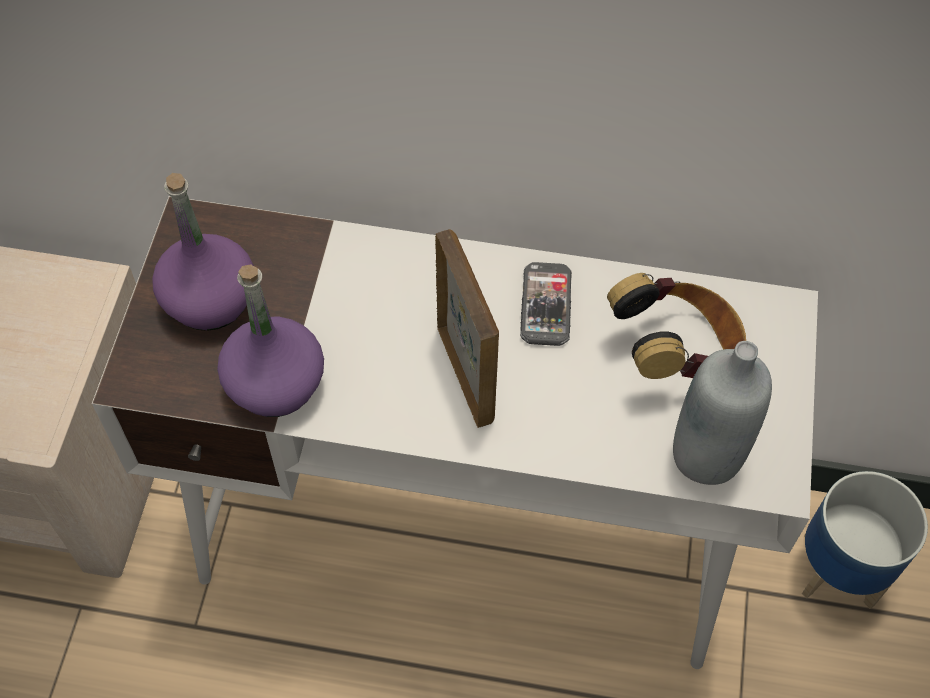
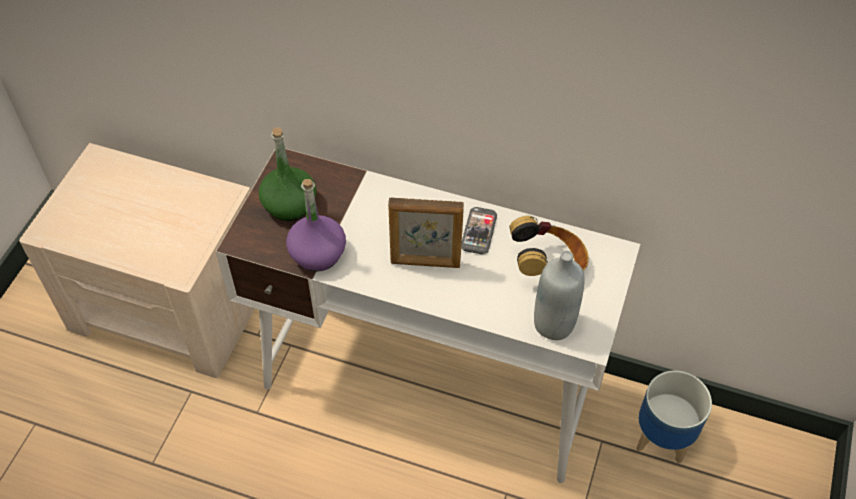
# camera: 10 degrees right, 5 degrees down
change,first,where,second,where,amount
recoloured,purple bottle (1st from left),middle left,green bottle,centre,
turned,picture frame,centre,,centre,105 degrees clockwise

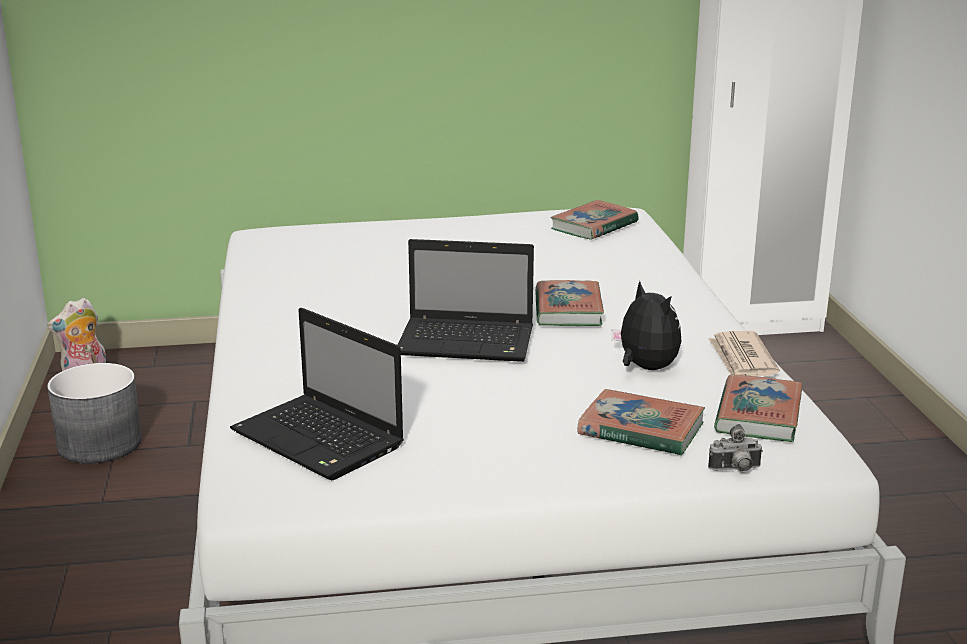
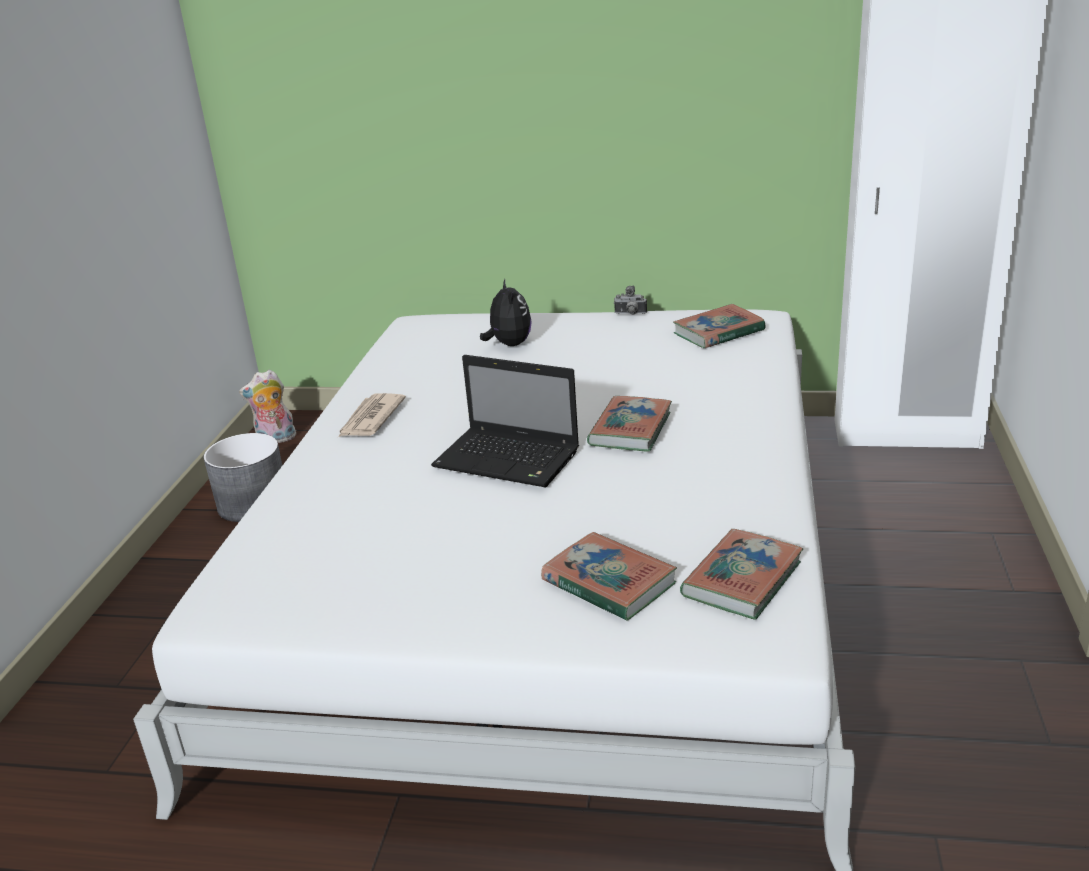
# camera: 20 degrees right, 5 degrees up
change,first,where,second,where,amount
moved,plush toy (2nd from left),middle right,,centre,
removed,laptop (1st from left),middle left,,,
moved,newspaper,middle right,,centre,
moved,photo camera,bottom right,,centre,

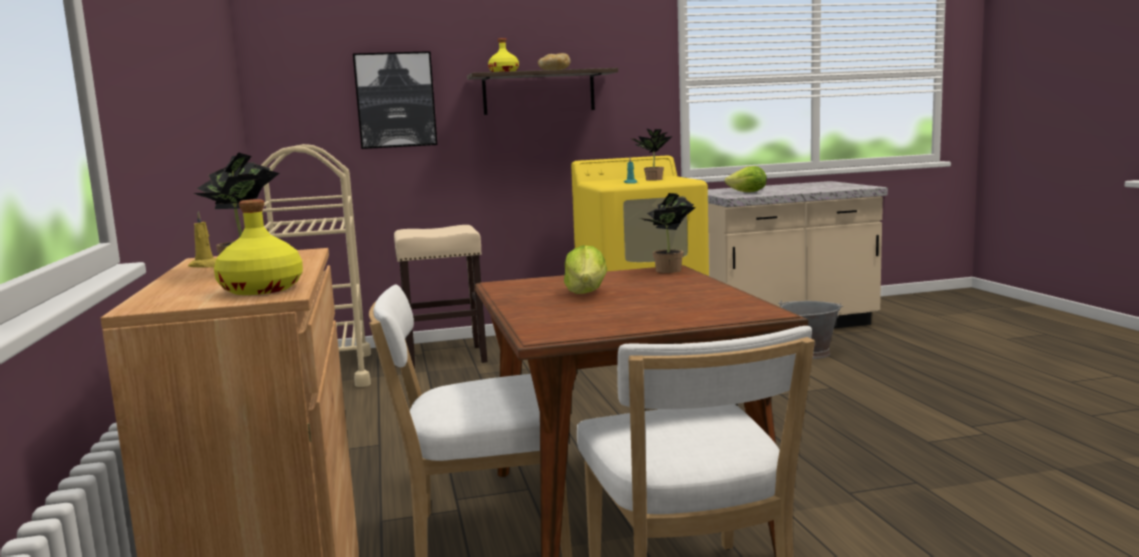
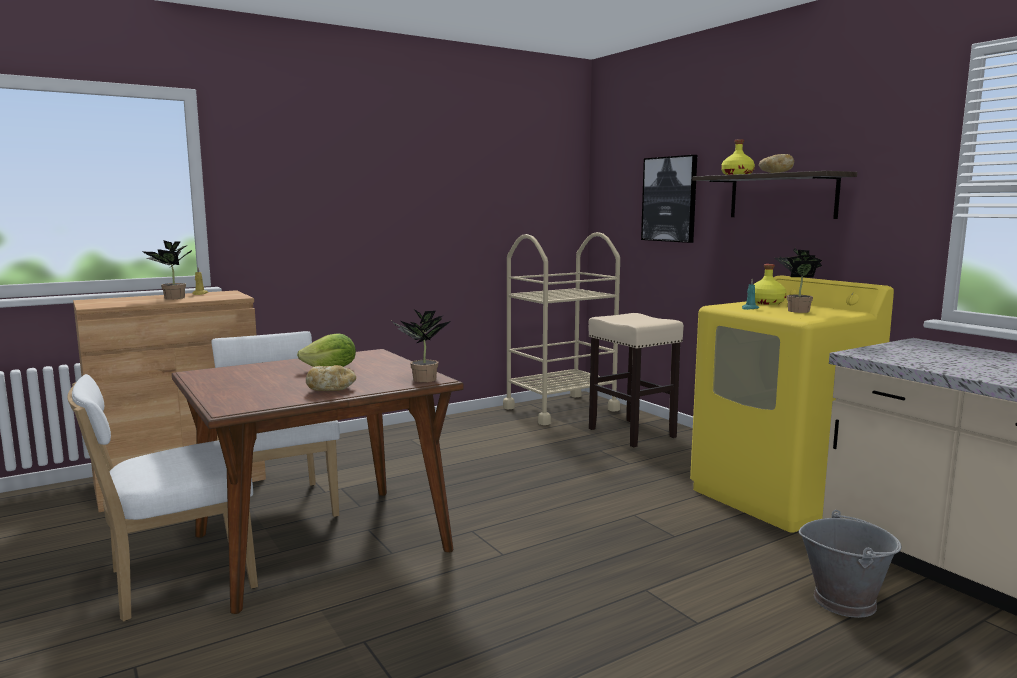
# camera: 70 degrees right, 0 degrees up
change,first,where,second,where,amount
removed,lettuce (2nd from left),top centre,,,
moved,yellow bottle (1st from left in the first image),middle left,yellow bottle (2nd from left),middle right,
added,,,bread (1st from left),middle left,

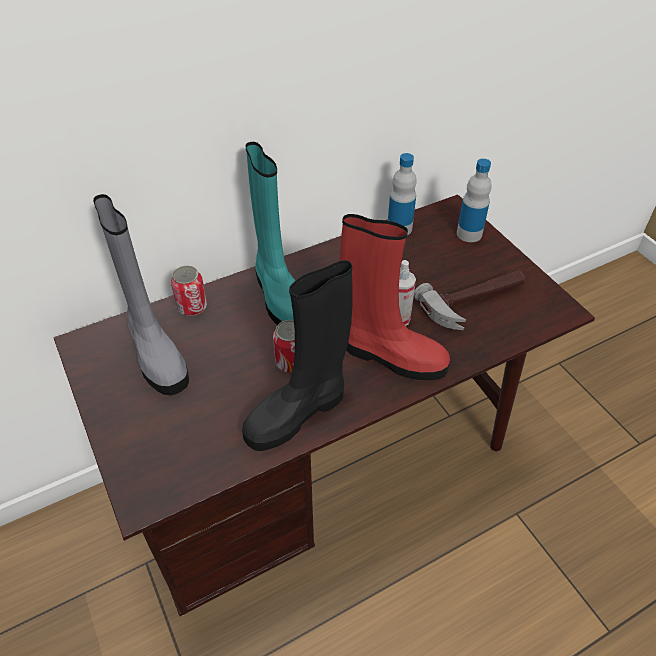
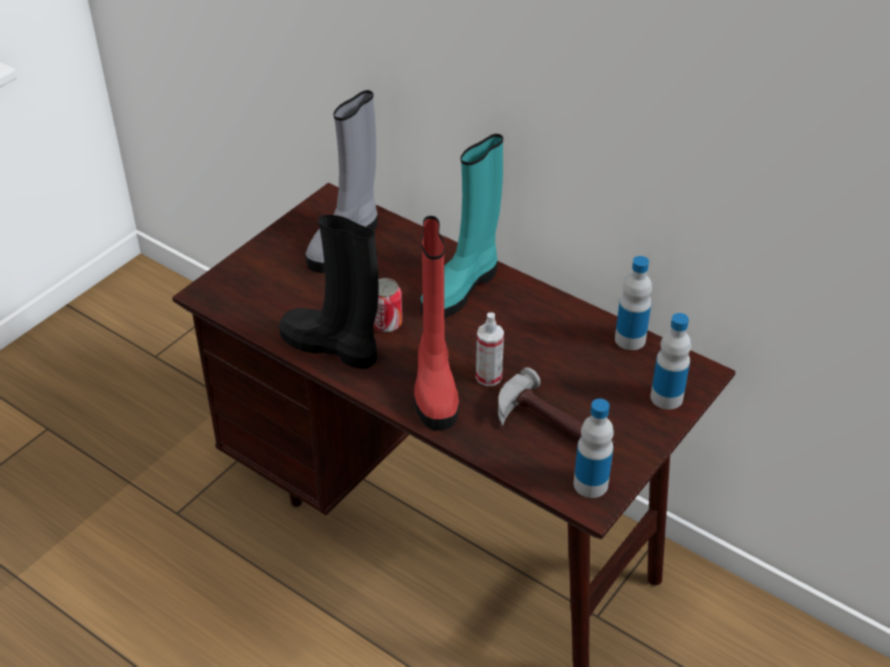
# camera: 65 degrees right, 5 degrees down
change,first,where,second,where,amount
removed,can (1st from left),middle left,,,
added,,,bottle (1st from left),bottom centre,

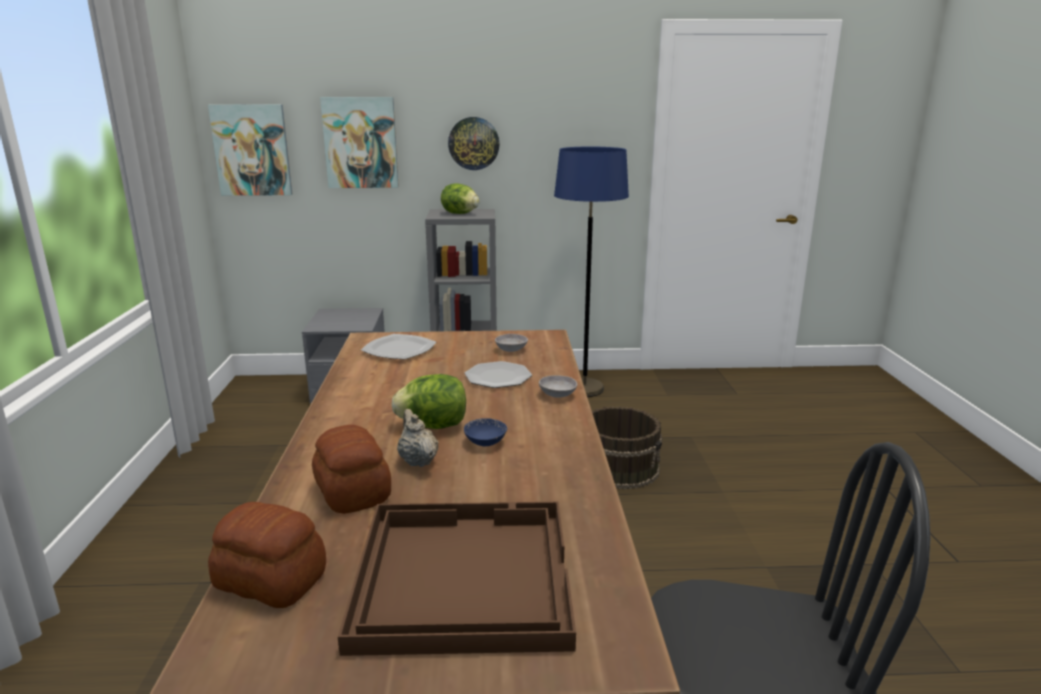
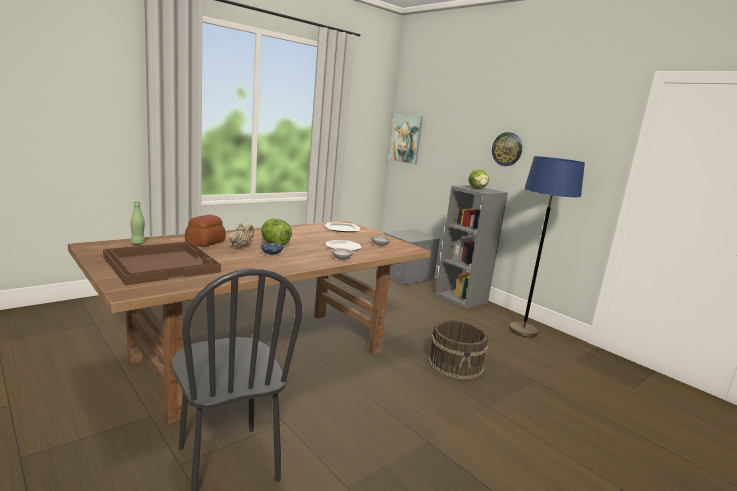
# camera: 50 degrees right, 5 degrees down
change,first,where,second,where,amount
removed,picture (2nd from left),top centre,,,
replaced,bread (1st from left),bottom left,green bottle,middle left,

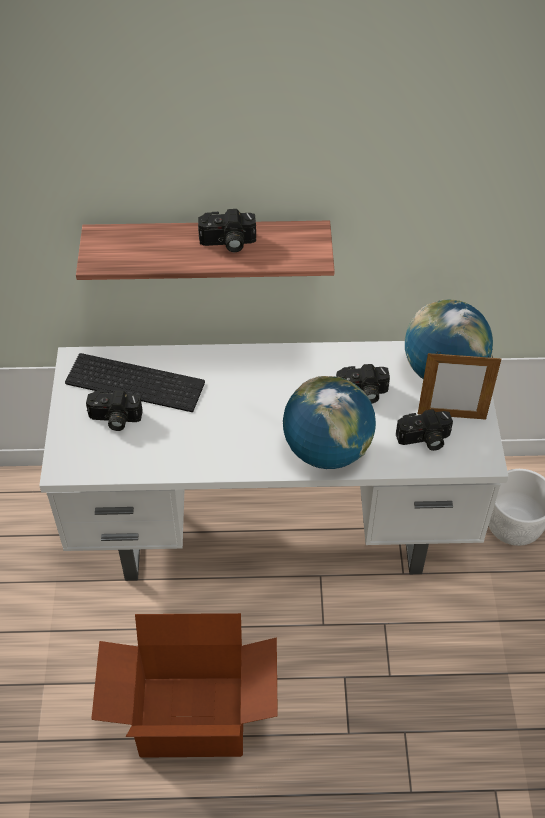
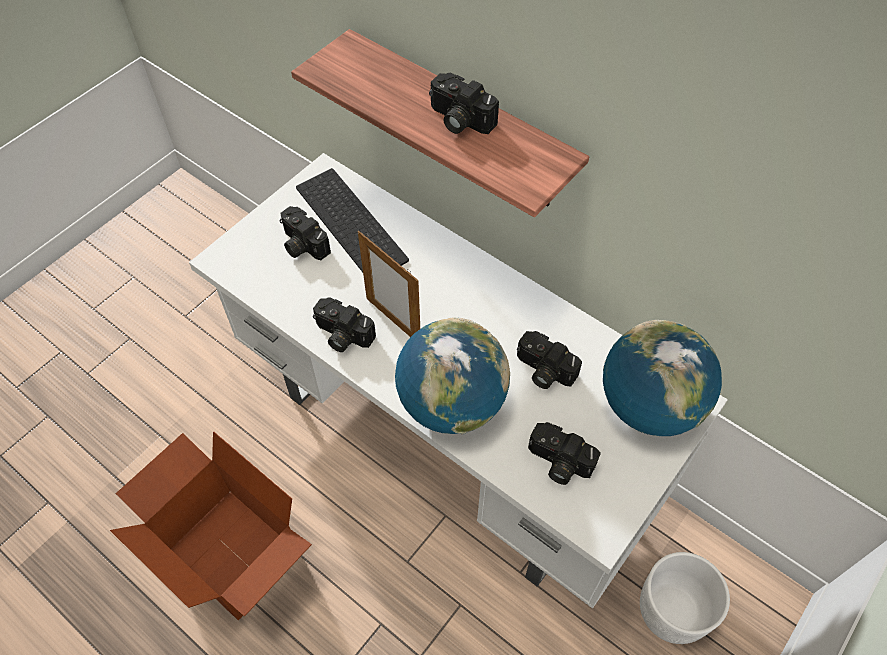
# camera: 40 degrees right, 5 degrees up
change,first,where,second,where,amount
moved,picture frame,middle right,,centre,
added,,,photo camera (2nd from left),centre,

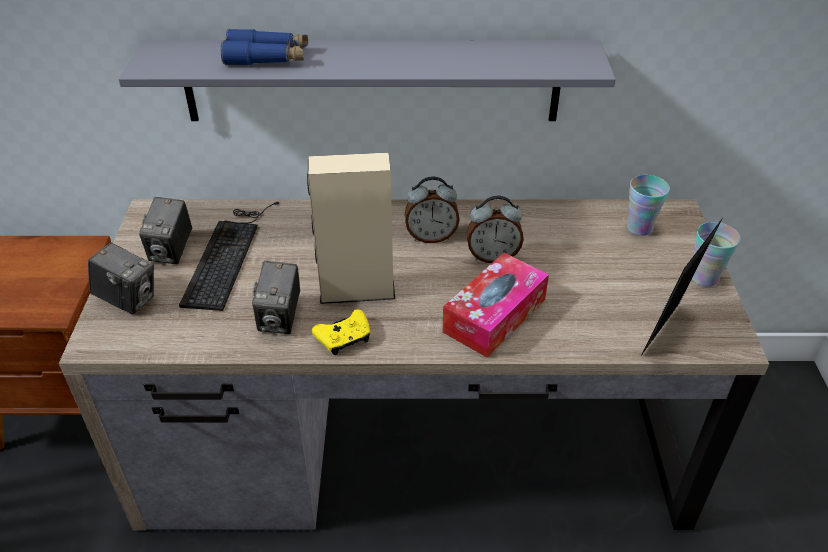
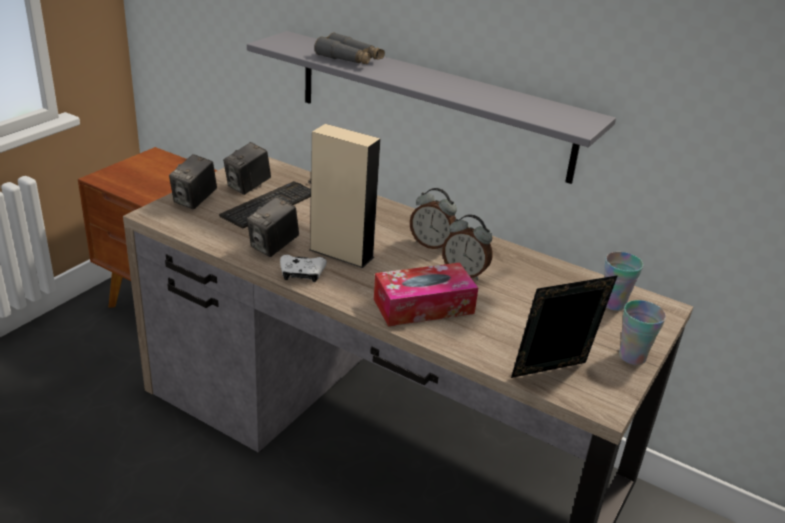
# camera: 30 degrees right, 10 degrees down
change,first,where,second,where,amount
recoloured,blue binoculars,top left,grey binoculars,top centre,
turned,photo camera (1st from left),middle left,,middle left,60 degrees clockwise
recoloured,yellow game controller,centre,white game controller,centre,

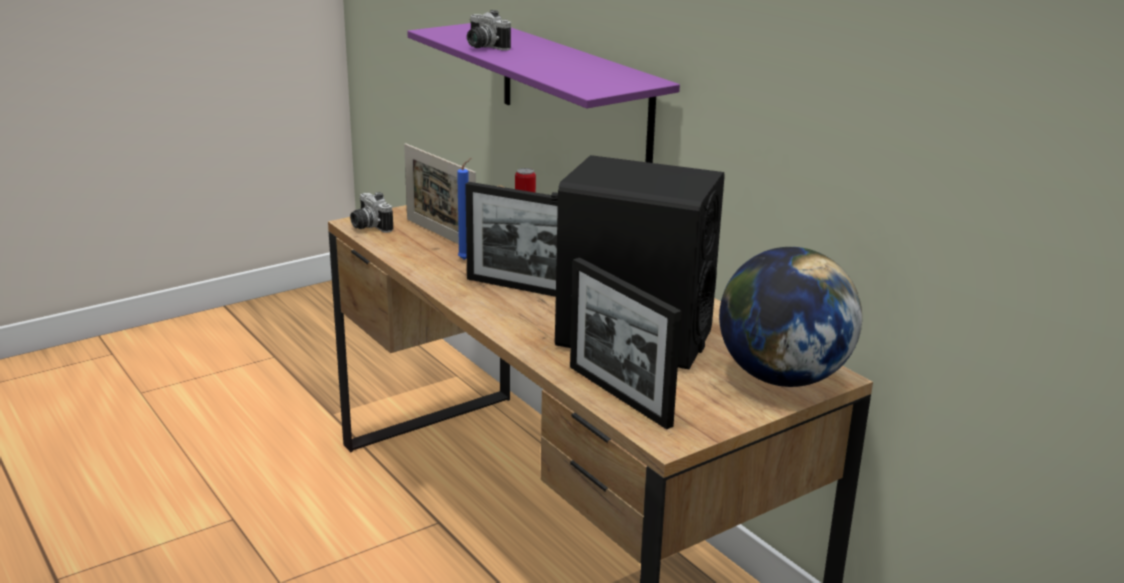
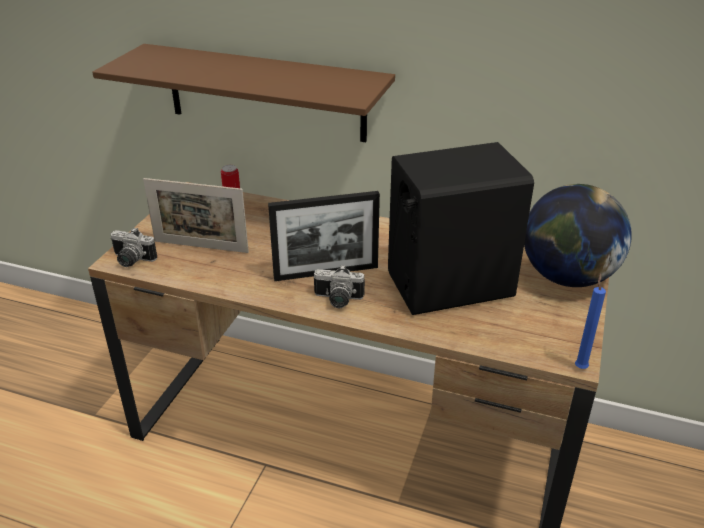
# camera: 35 degrees left, 10 degrees up
change,first,where,second,where,amount
moved,photo camera (2nd from left),top centre,,centre,
recoloured,purple shelf,top centre,brown shelf,top centre,
moved,blue candle,centre,,middle right,
removed,picture frame (3rd from left),centre,,,

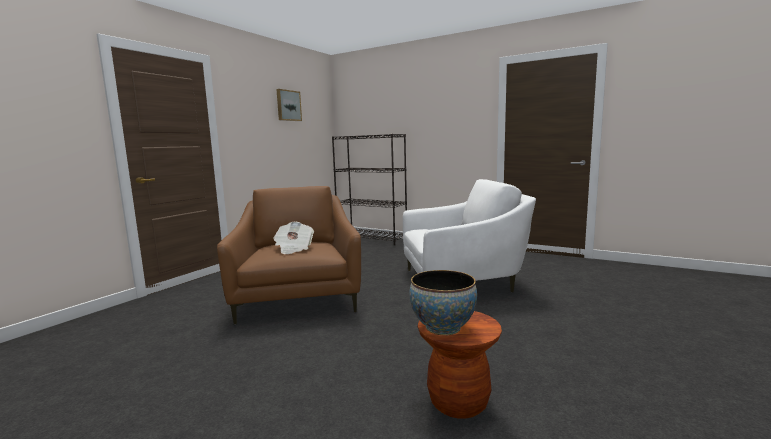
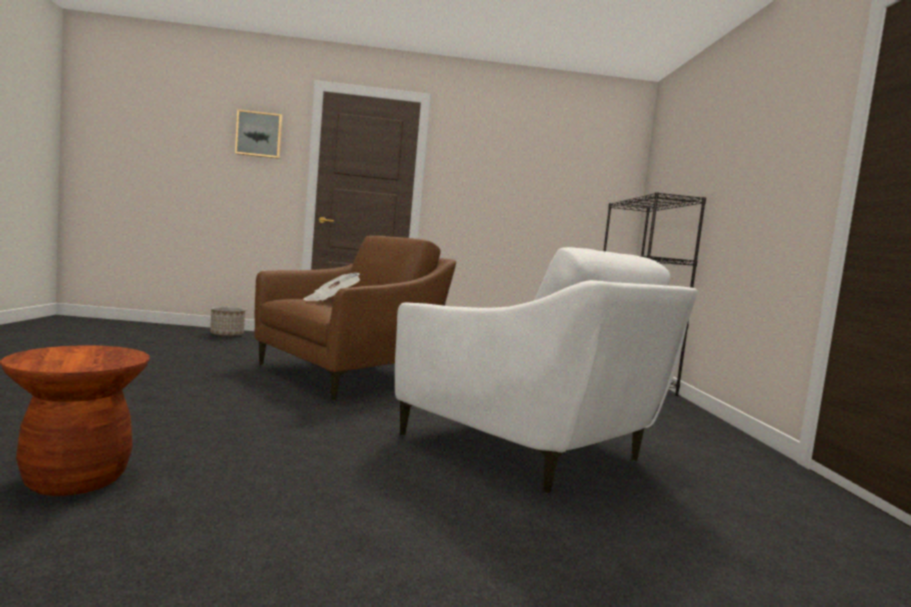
# camera: 55 degrees right, 5 degrees down
change,first,where,second,where,amount
moved,picture,top centre,,top left,
removed,bowl,bottom centre,,,
added,,,planter,middle left,

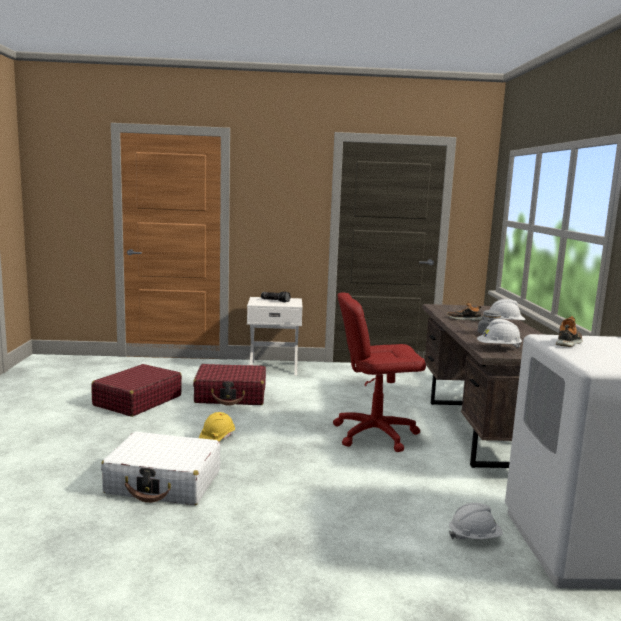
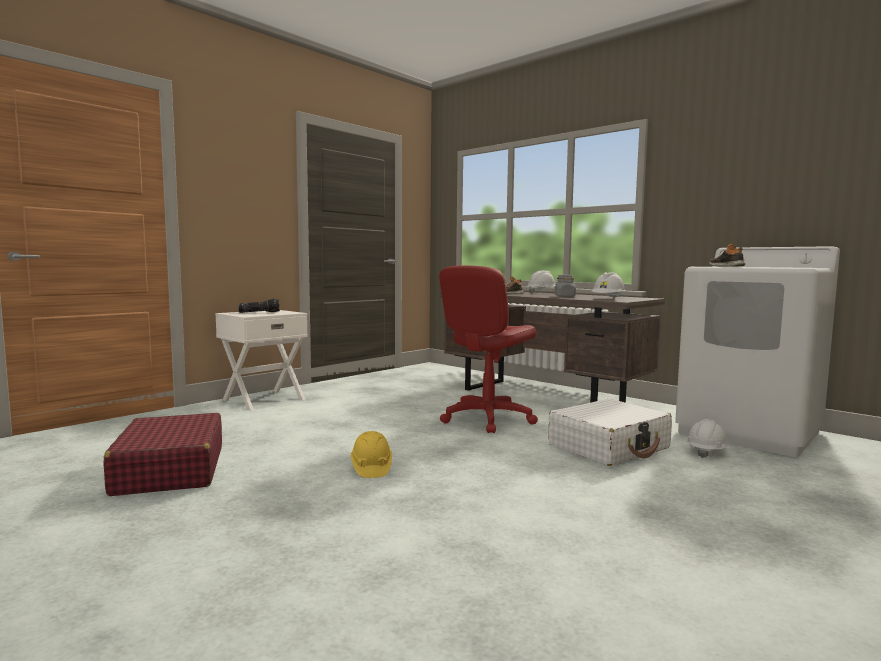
# camera: 45 degrees left, 5 degrees down
change,first,where,second,where,amount
removed,red suitcase (2nd from left),centre,,,
moved,white suitcase,bottom left,,middle right,

